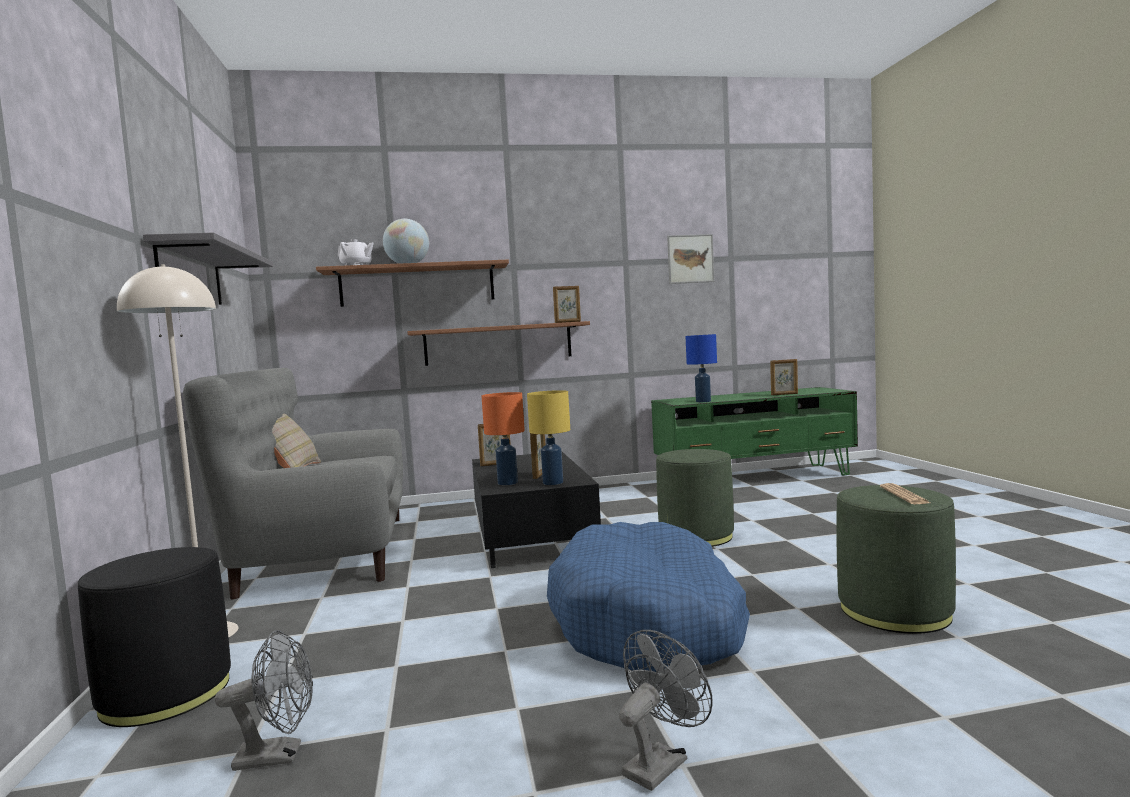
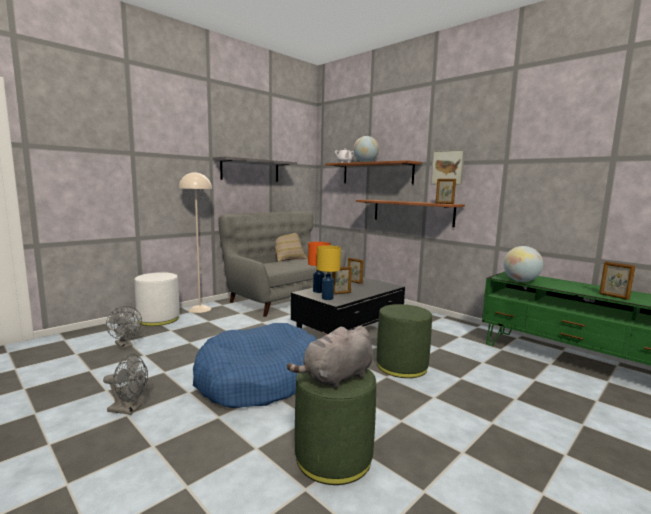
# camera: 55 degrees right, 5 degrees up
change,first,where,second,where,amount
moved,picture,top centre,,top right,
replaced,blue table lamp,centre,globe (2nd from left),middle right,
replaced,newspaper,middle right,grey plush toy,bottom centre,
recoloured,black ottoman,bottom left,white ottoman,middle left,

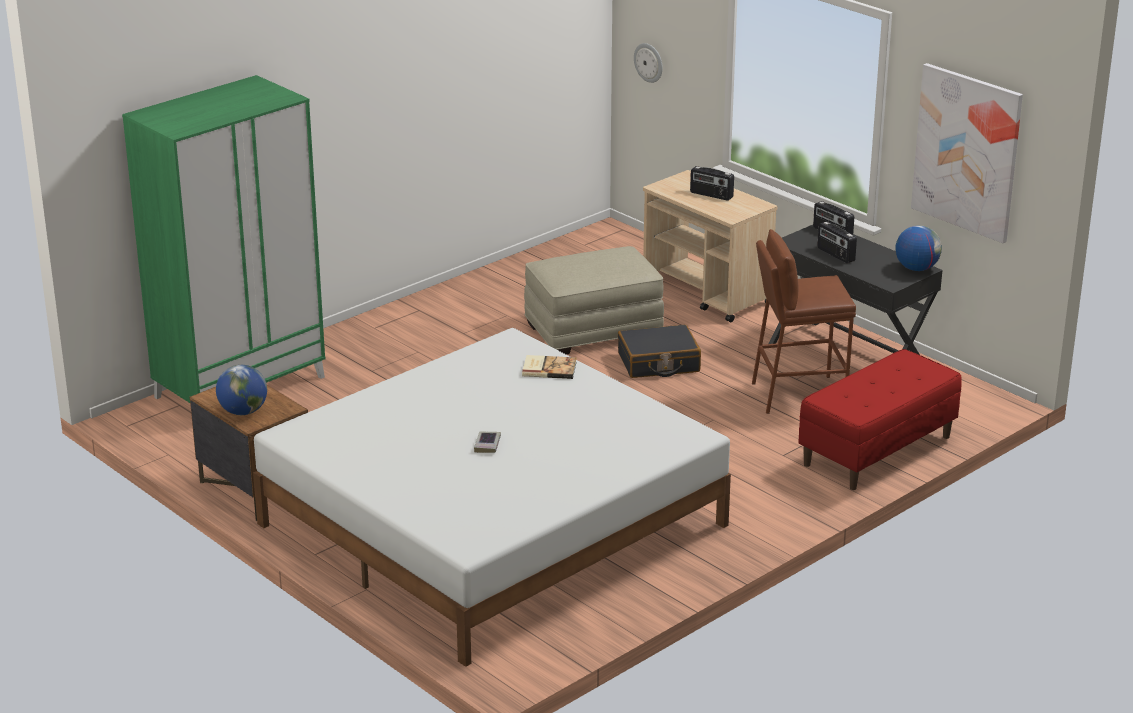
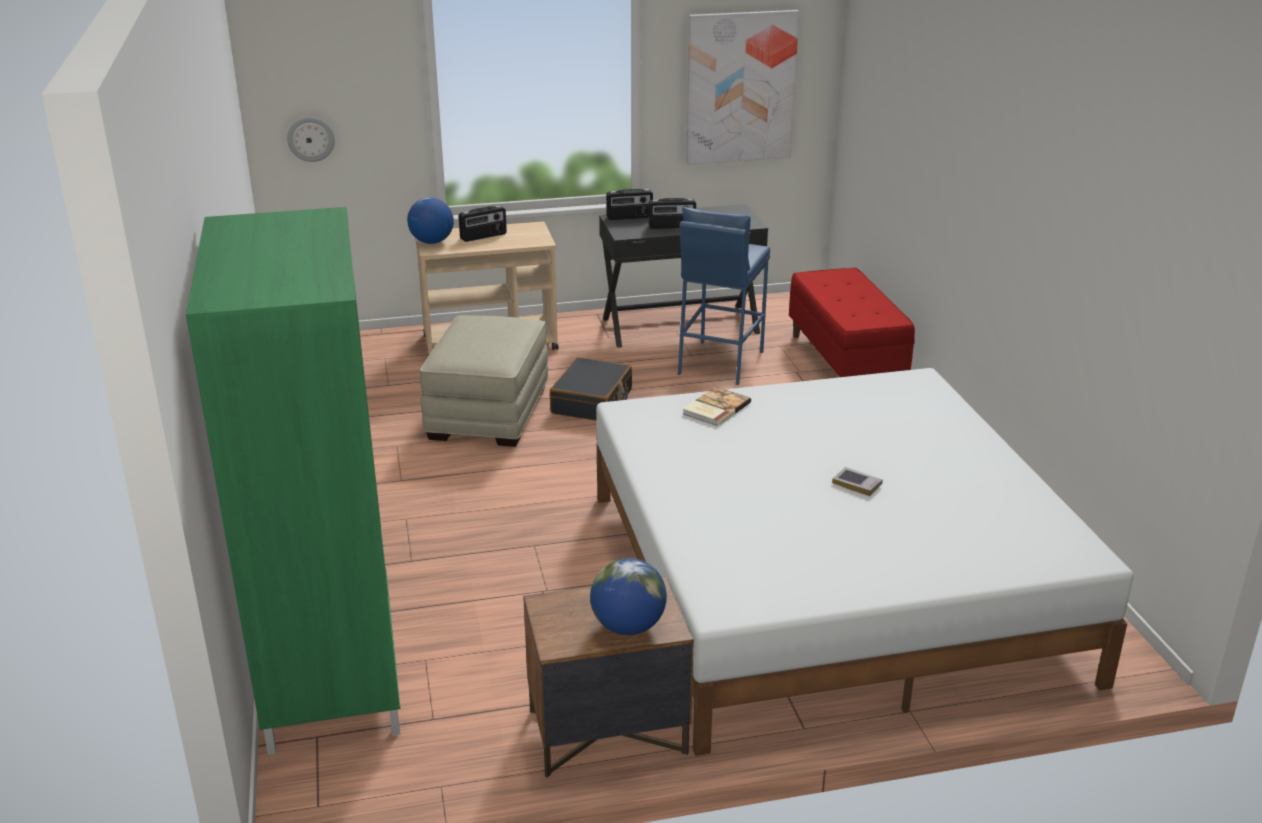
# camera: 60 degrees left, 0 degrees up
change,first,where,second,where,amount
moved,globe (2nd from left in the first image),middle right,globe (1st from left),top centre,
recoloured,brown stool,middle right,blue stool,centre,

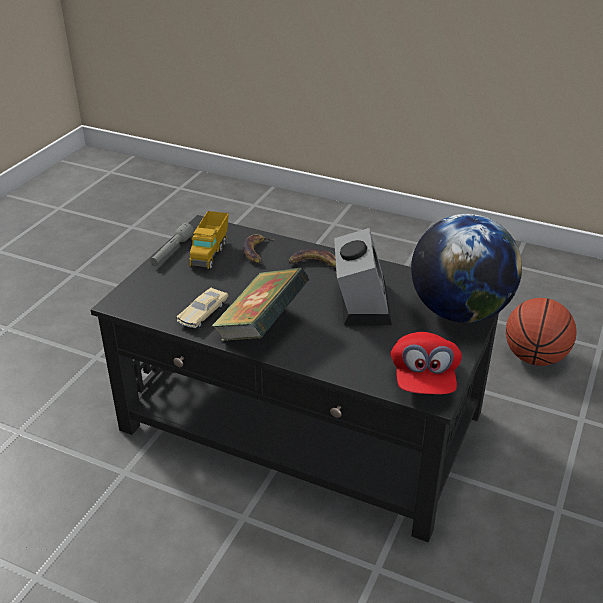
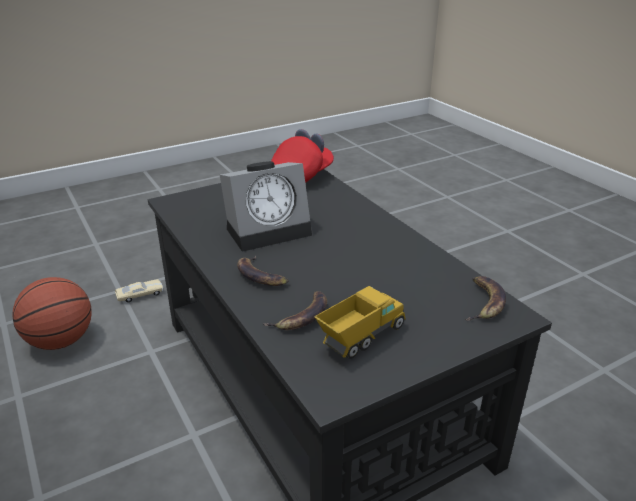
# camera: 145 degrees left, 5 degrees down
change,first,where,second,where,amount
removed,globe,middle right,,,
removed,grey flashlight,middle left,,,
turned,alarm clock,centre,,centre,150 degrees counterclockwise
removed,book,centre,,,
moved,beige toy car,centre,,middle left,
added,,,banana (3rd from left),middle right,

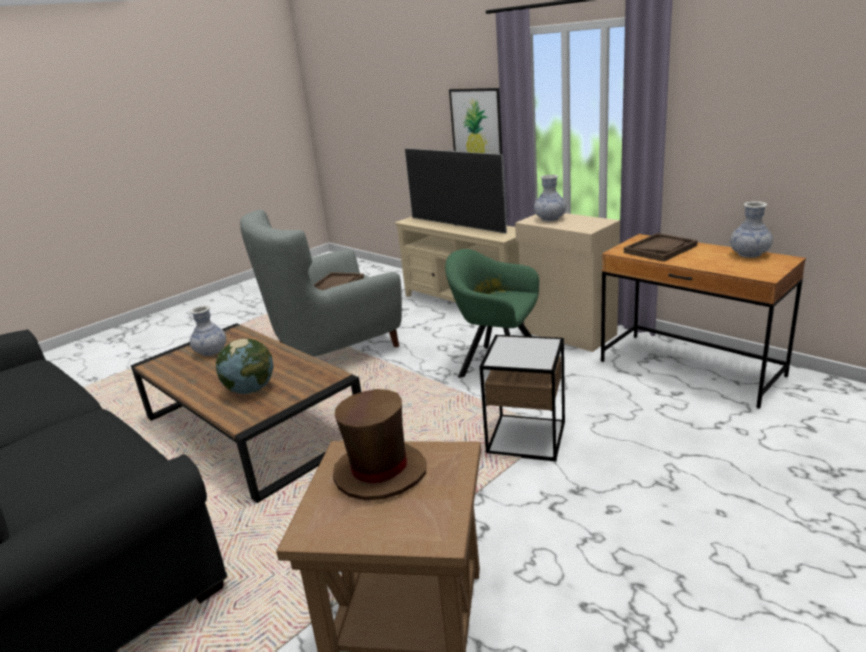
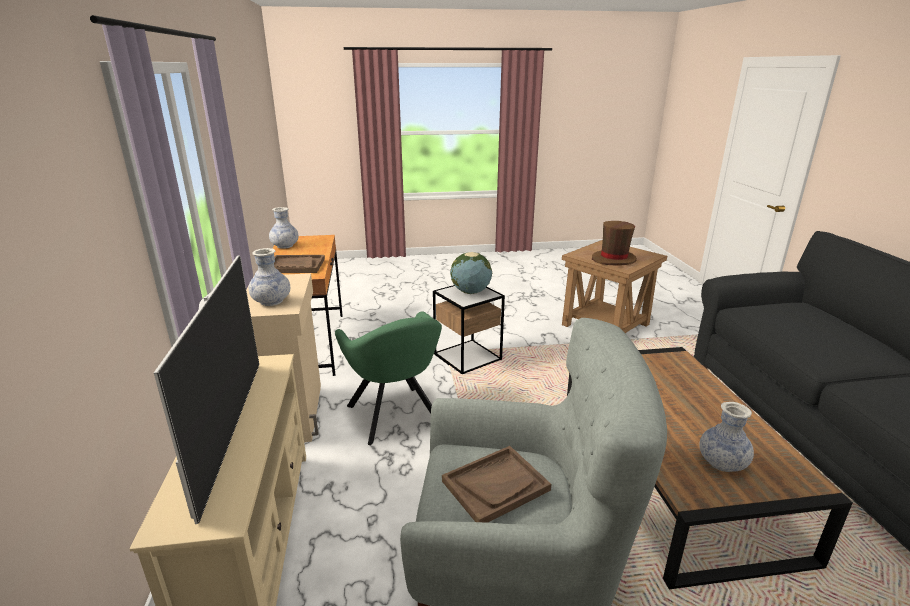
# camera: 145 degrees left, 0 degrees up
change,first,where,second,where,amount
removed,picture,top centre,,,
moved,globe,middle left,,centre,

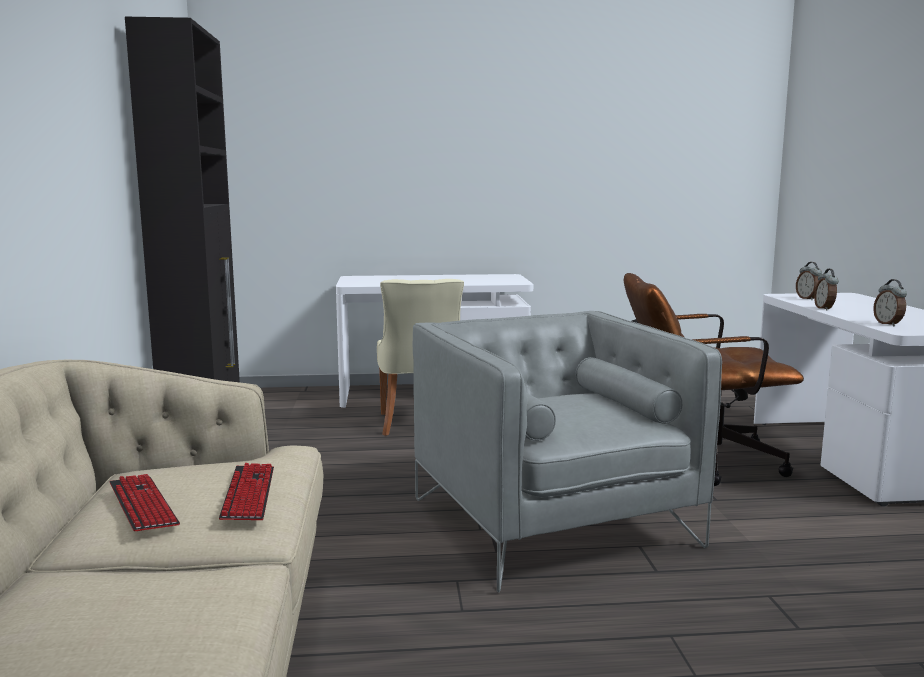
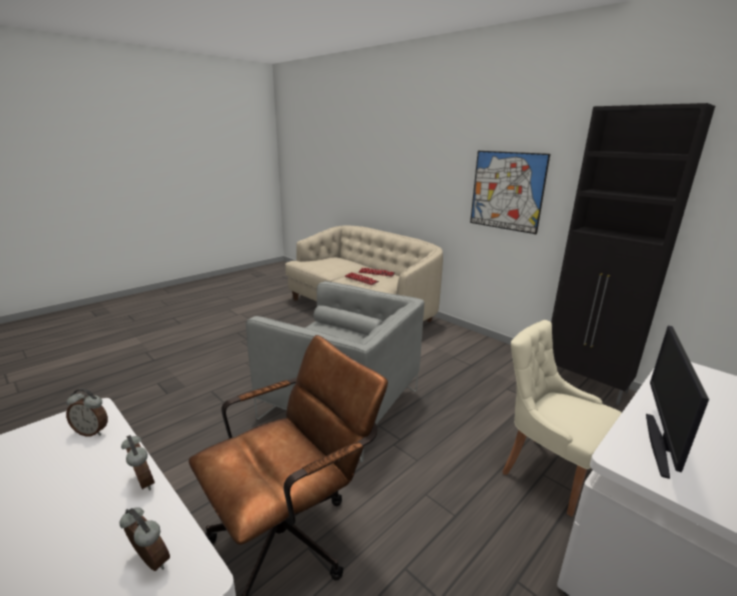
# camera: 140 degrees right, 10 degrees up
change,first,where,second,where,amount
turned,alarm clock (3rd from left in the first image),middle right,alarm clock (1st from left),bottom left,150 degrees clockwise
added,,,picture,top right,
added,,,monitor,bottom right,

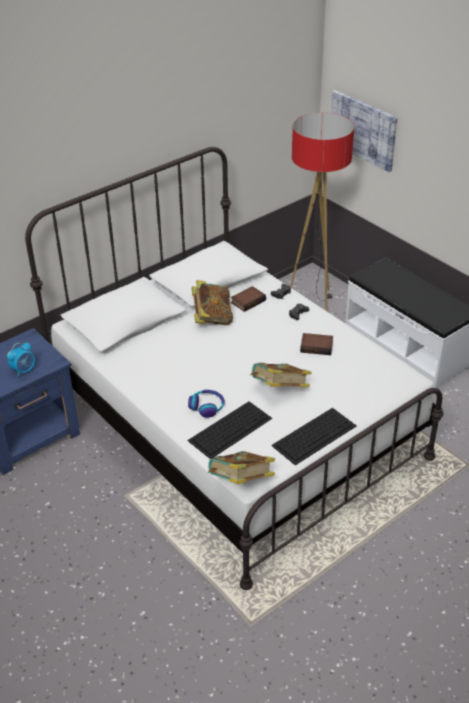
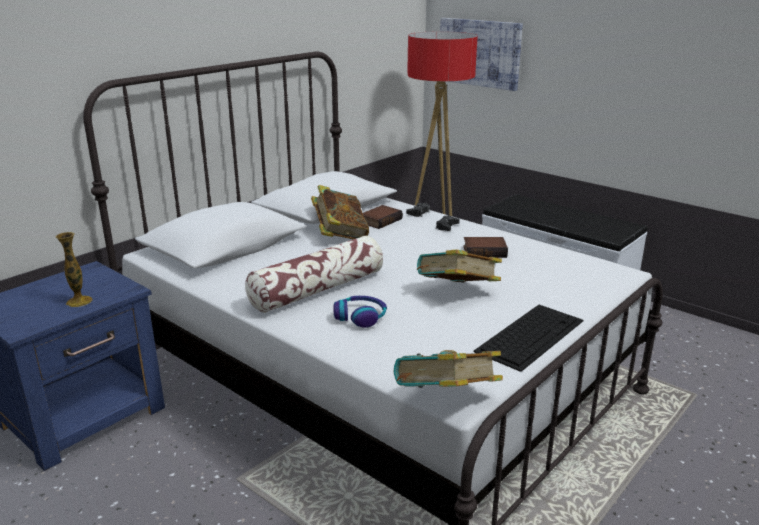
# camera: 10 degrees left, 15 degrees down
change,first,where,second,where,amount
replaced,alarm clock,middle left,vase,middle left,
removed,keyboard (1st from left),centre,,,
added,,,pillow,centre,

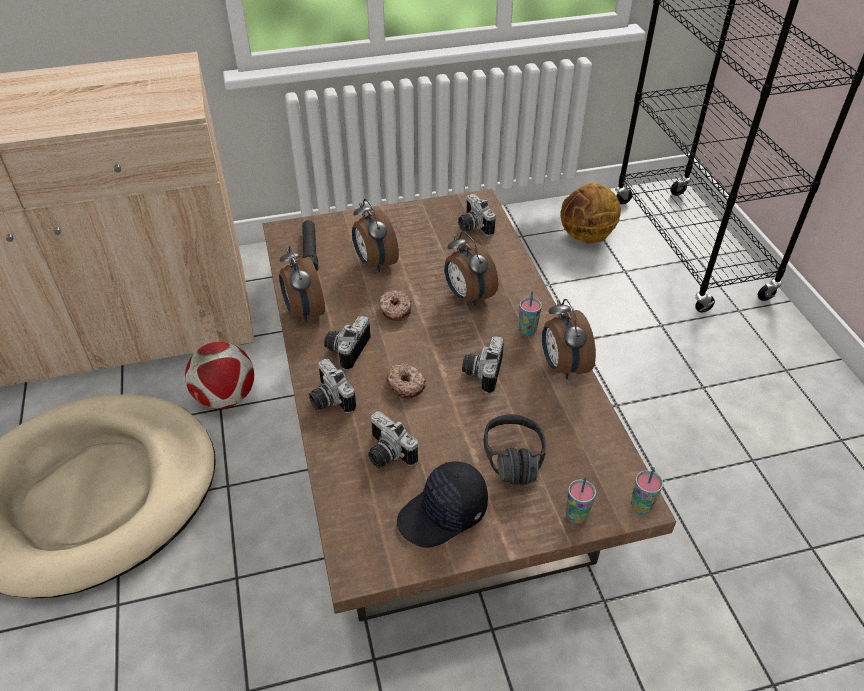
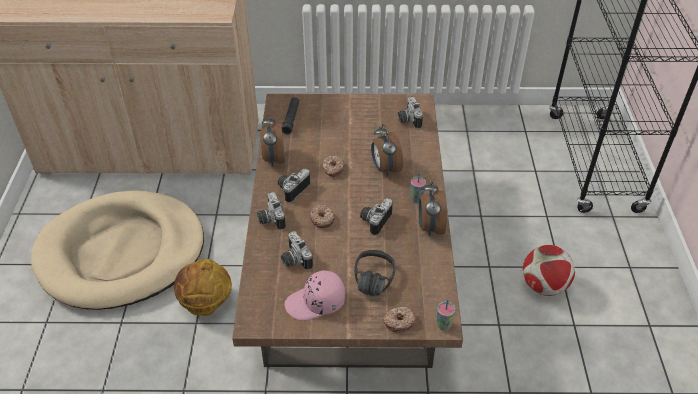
# camera: 15 degrees right, 0 degrees up
change,first,where,second,where,amount
moved,basketball,top right,,bottom left,
removed,alarm clock (2nd from left),centre,,,
moved,football,middle left,,bottom right,
recoloured,black cap,bottom centre,pink cap,bottom centre,
replaced,cup (2nd from left),bottom right,donut (3rd from left),bottom centre,

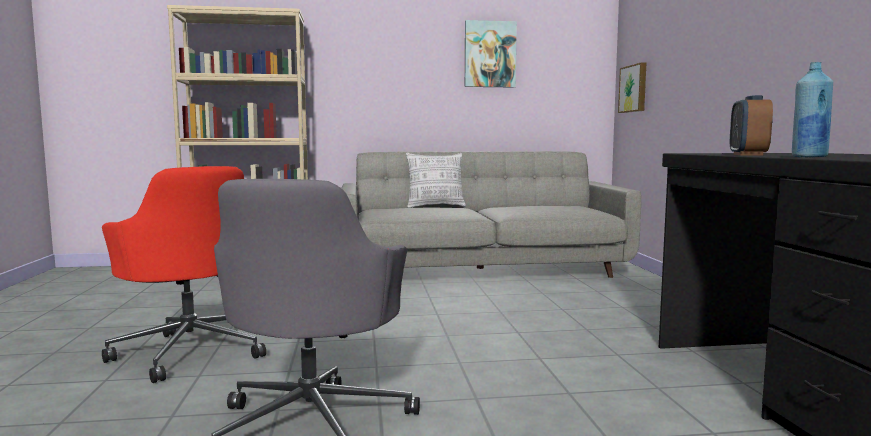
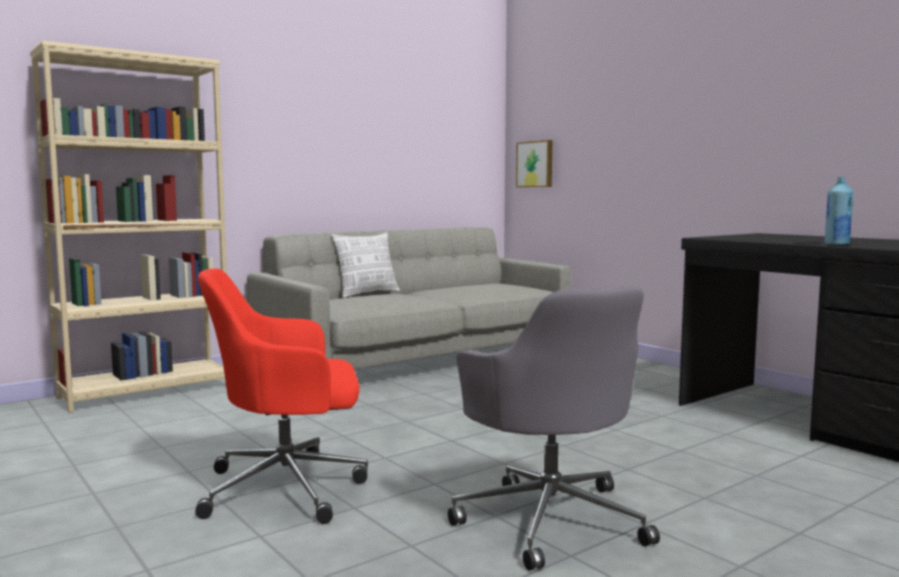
# camera: 30 degrees left, 0 degrees up
change,first,where,second,where,amount
removed,picture (1st from left),top centre,,,
removed,alarm clock,top right,,,
turned,red office chair,middle left,,bottom left,150 degrees clockwise

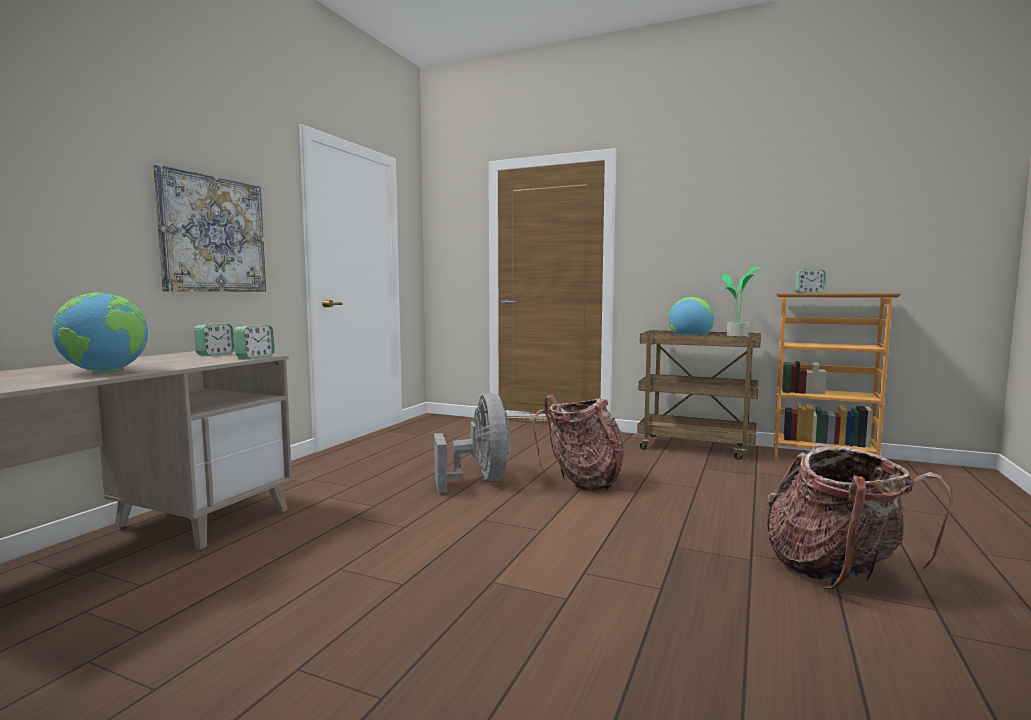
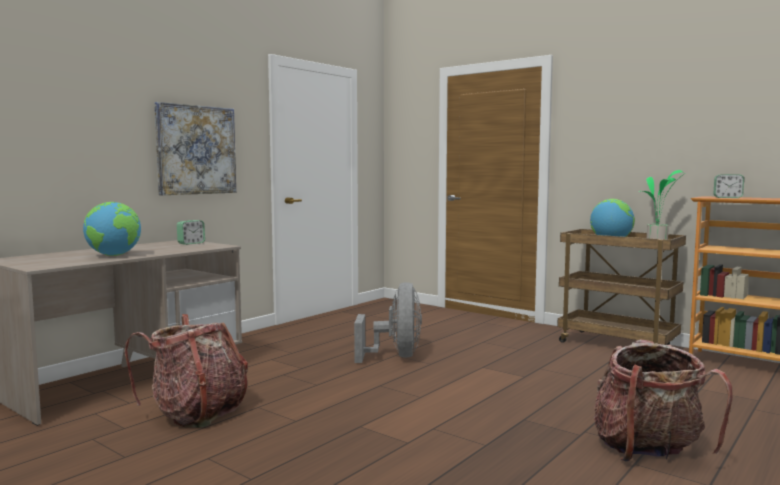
# camera: 15 degrees right, 0 degrees up
change,first,where,second,where,amount
removed,alarm clock (2nd from left),middle left,,,
moved,backpack (1st from left),centre,,bottom left,

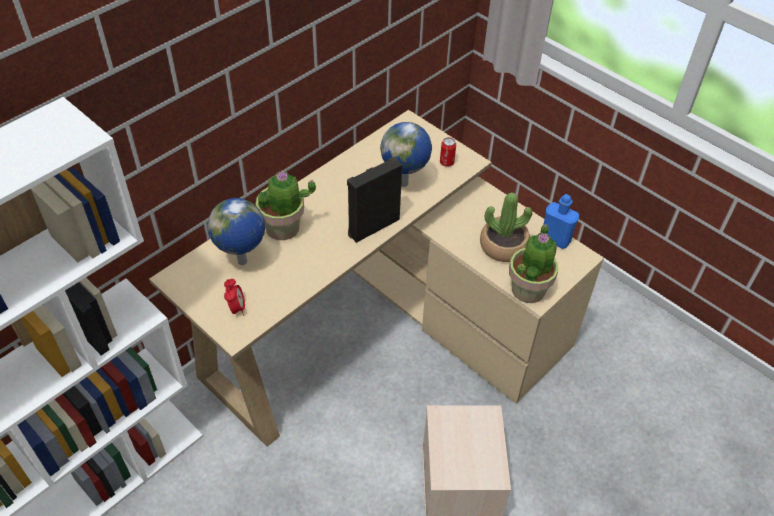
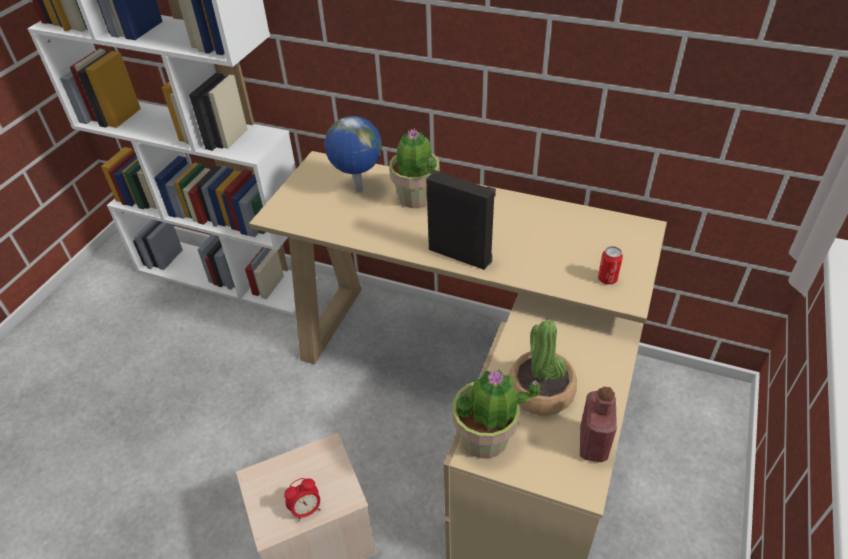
# camera: 70 degrees right, 5 degrees down
change,first,where,second,where,amount
removed,globe (2nd from left),top centre,,,
recoloured,blue bottle,middle right,red bottle,bottom right,
moved,alarm clock,middle left,,bottom centre,

